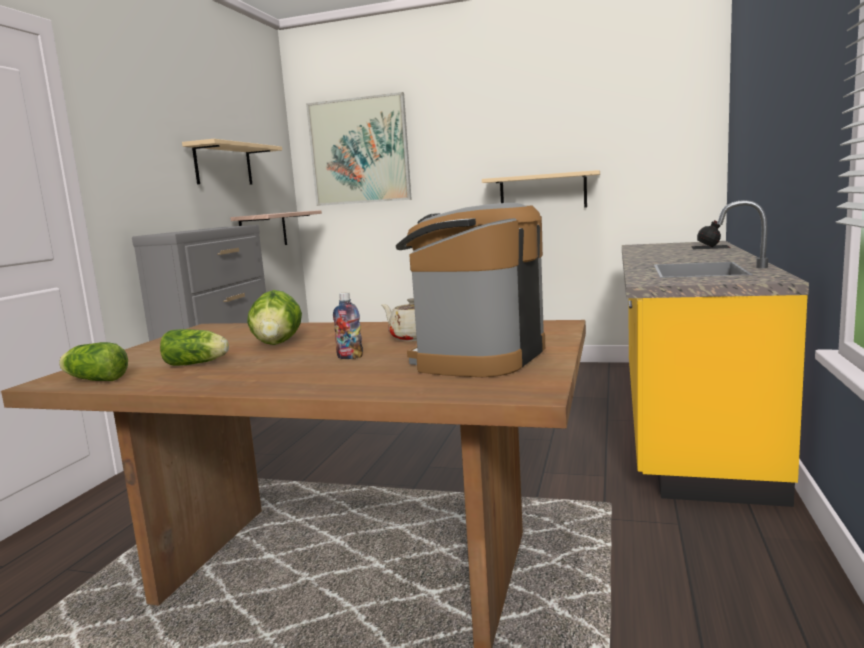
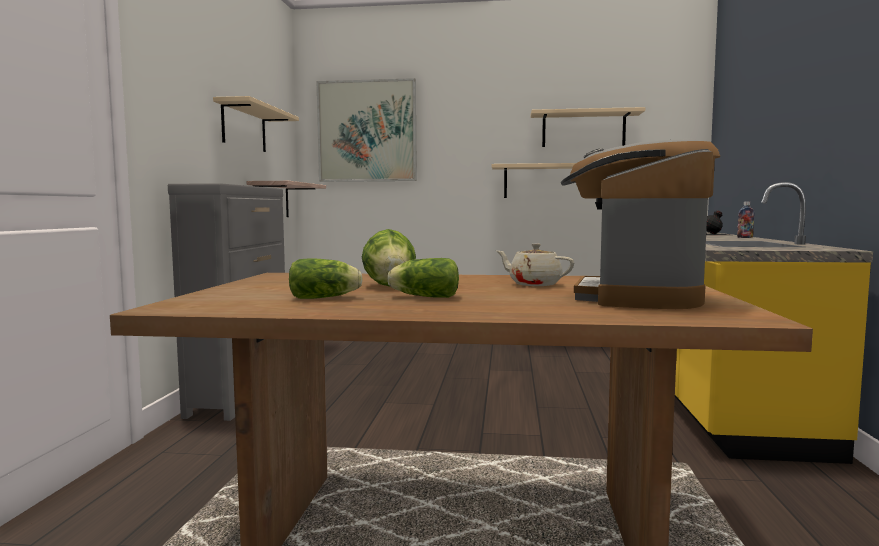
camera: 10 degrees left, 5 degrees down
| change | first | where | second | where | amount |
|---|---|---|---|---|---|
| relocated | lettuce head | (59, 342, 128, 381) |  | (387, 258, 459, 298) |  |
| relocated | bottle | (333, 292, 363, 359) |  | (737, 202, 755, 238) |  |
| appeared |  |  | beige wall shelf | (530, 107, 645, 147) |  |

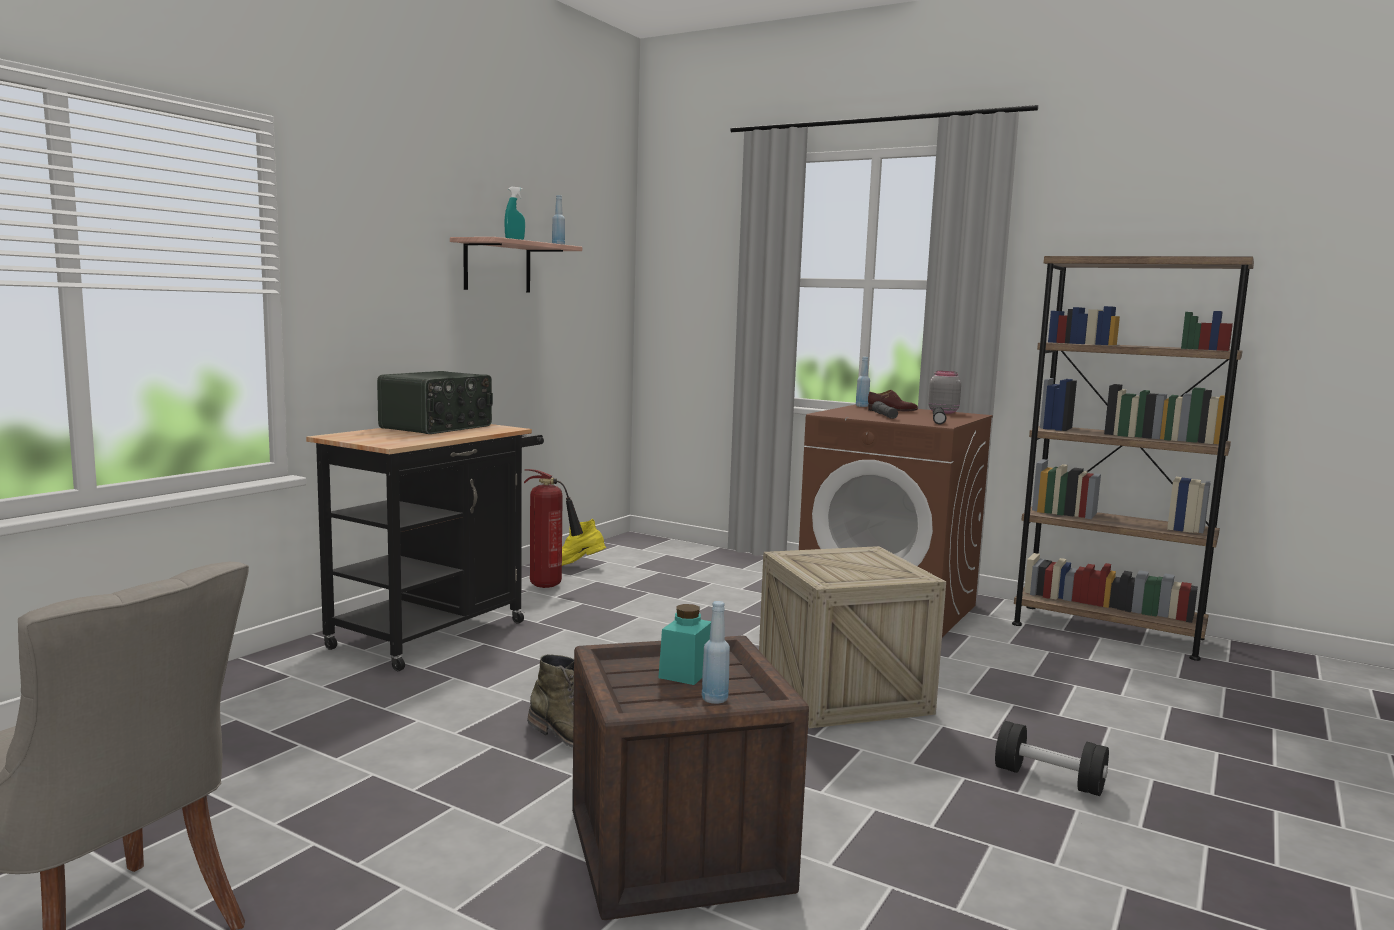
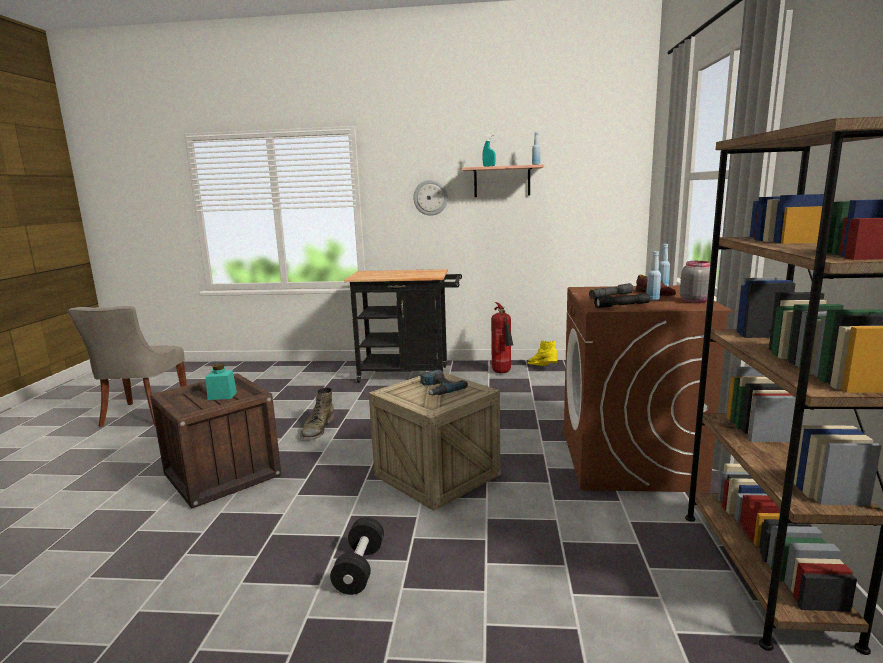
camera: 65 degrees right, 5 degrees up
| change | first | where | second | where | amount |
|---|---|---|---|---|---|
| missing | radio set | (377, 371, 493, 434) |  |  |  |
| relocated | bluish bottle | (702, 601, 730, 704) |  | (646, 251, 661, 301) |  |
| appeared |  |  | hanging clock | (413, 180, 448, 216) |  |
| appeared |  |  | drill | (420, 369, 468, 395) |  |

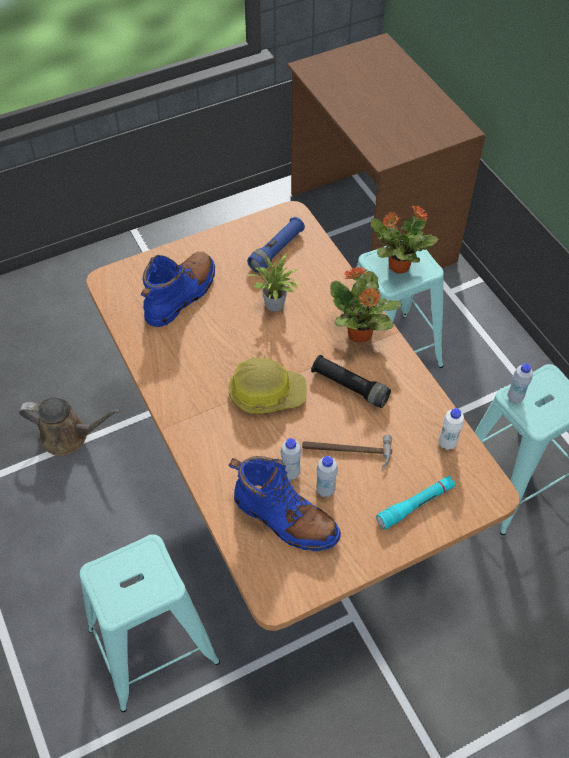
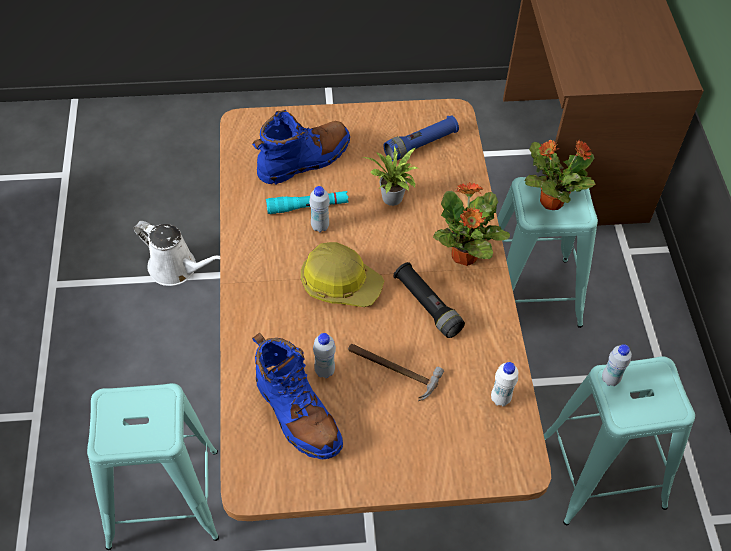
camera: 20 degrees right, 0 degrees up
| change | first | where | second | where | amount |
|---|---|---|---|---|---|
| colour | brown sprinkling can | (19, 397, 121, 456) | white sprinkling can | (134, 221, 220, 286) |  |
| relocated | white bottle | (316, 456, 338, 497) |  | (309, 186, 330, 232) |  |
| relocated | turquoise hand torch | (376, 476, 455, 530) |  | (266, 191, 349, 214) |  |

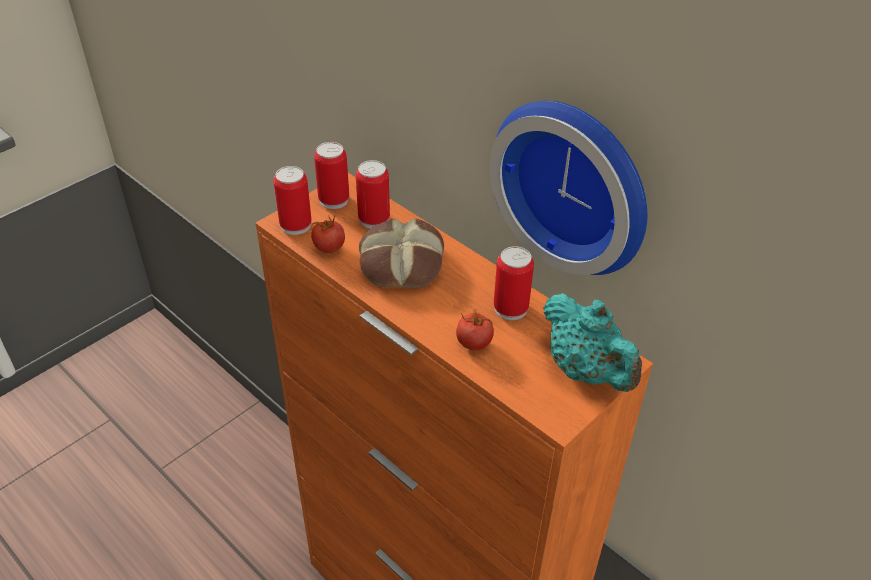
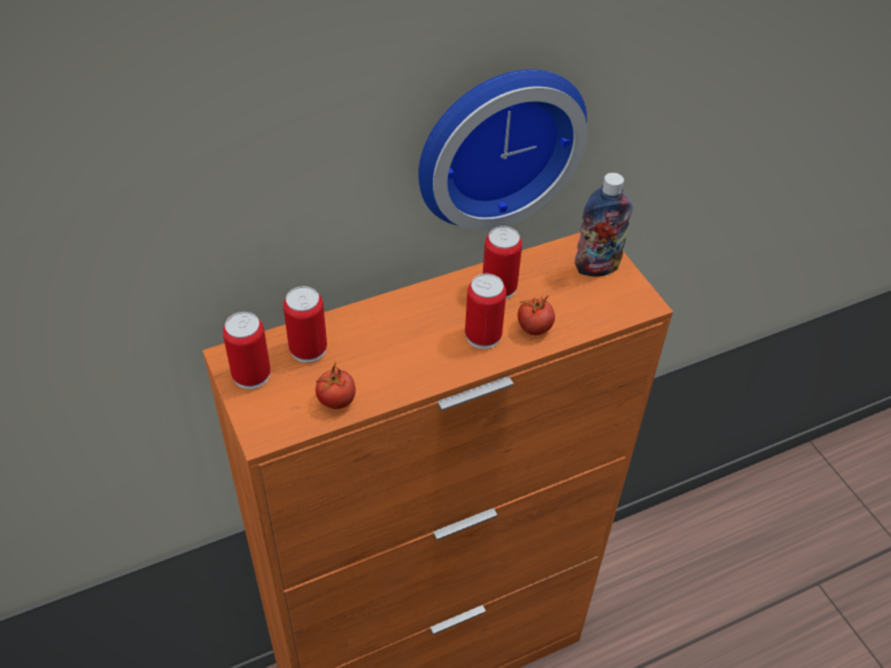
camera: 70 degrees left, 5 degrees up
| change | first | where | second | where | amount |
|---|---|---|---|---|---|
| relocated | sealed can | (273, 166, 312, 235) |  | (465, 274, 506, 349) |  |
| missing | bread | (359, 219, 444, 289) |  |  |  |
| exchanged | turquoise teapot | (543, 293, 642, 392) | bottle | (575, 173, 633, 277) |  |

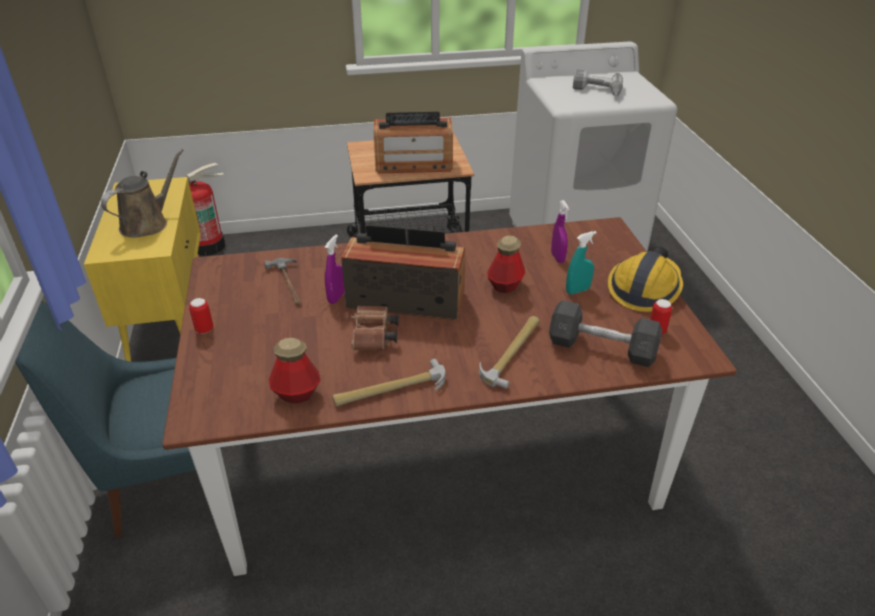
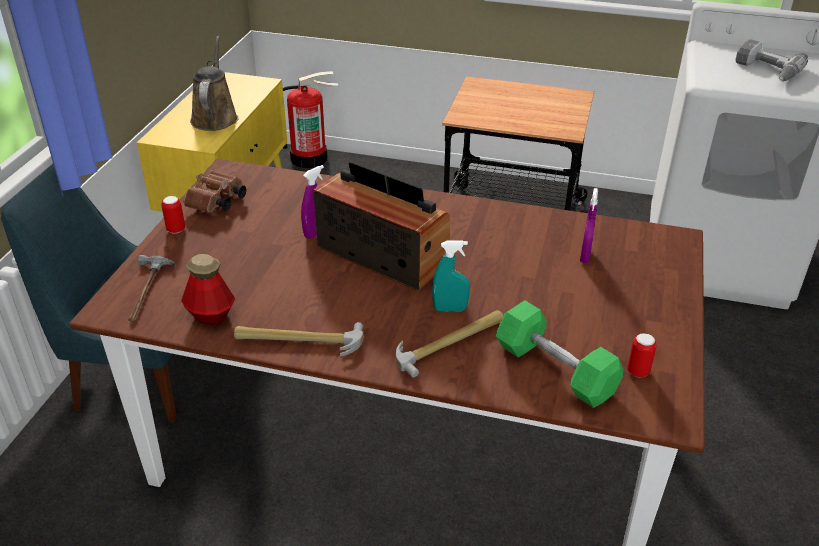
camera: 25 degrees right, 0 degrees up
| change | first | where | second | where | amount |
|---|---|---|---|---|---|
| spun | brown sprinkling can | (101, 149, 184, 238) |  | (190, 36, 238, 131) | 60 degrees counterclockwise |
| relocated | tool hammer | (264, 258, 301, 305) |  | (128, 255, 175, 322) |  |
| relocated | brown field glasses | (351, 305, 399, 350) |  | (183, 170, 246, 213) |  |
| missing | radio set | (374, 111, 453, 174) |  |  |  |
| missing | bottle | (487, 235, 525, 293) |  |  |  |
| colour | greyish dumbbell | (549, 300, 663, 367) | greenish dumbbell | (496, 300, 623, 408) |  |
| relocated | turquoise spray bottle | (566, 231, 597, 294) |  | (432, 240, 470, 311) |  |
| missing | work helmet | (608, 246, 683, 312) |  |  |  |

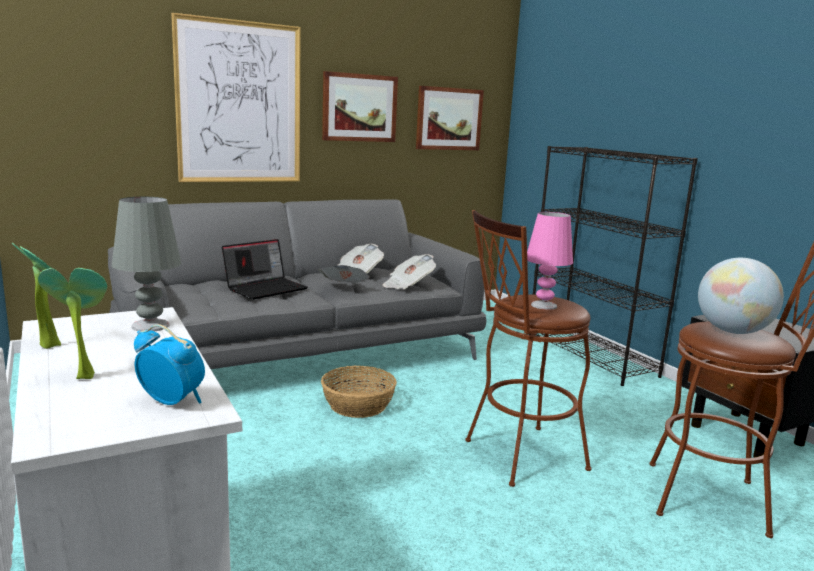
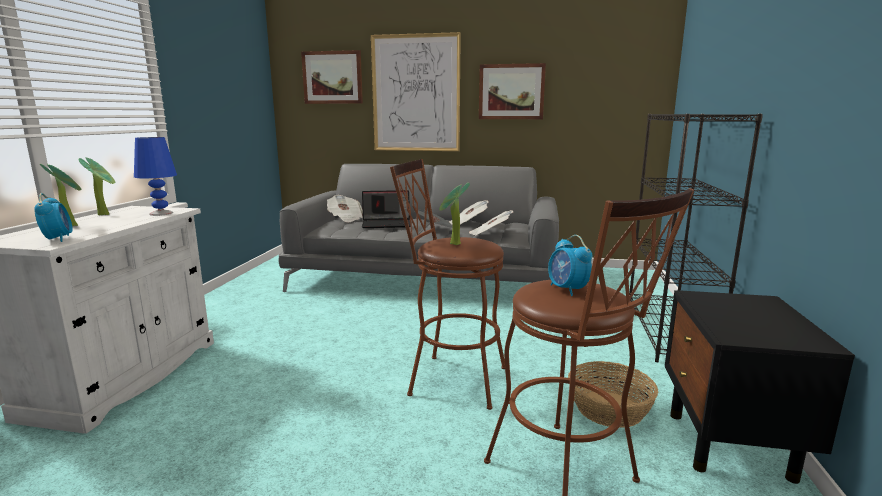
camera: 40 degrees right, 0 degrees up
| change | first | where | second | where | amount |
|---|---|---|---|---|---|
| colour | greyish table lamp | (112, 197, 181, 331) | bluish table lamp | (134, 137, 177, 216) |  |
| relocated | storage basket | (321, 366, 397, 418) |  | (568, 361, 658, 428) |  |
| relocated | picture | (416, 86, 484, 150) |  | (301, 50, 363, 104) |  |
| exchanged | pink-coloured table lamp | (527, 212, 573, 310) | houseplant | (439, 183, 470, 245) |  |
| exchanged | world globe | (698, 258, 784, 334) | table clock | (548, 235, 592, 296) |  |
| appeared |  |  | daily paper | (327, 195, 363, 222) |  |

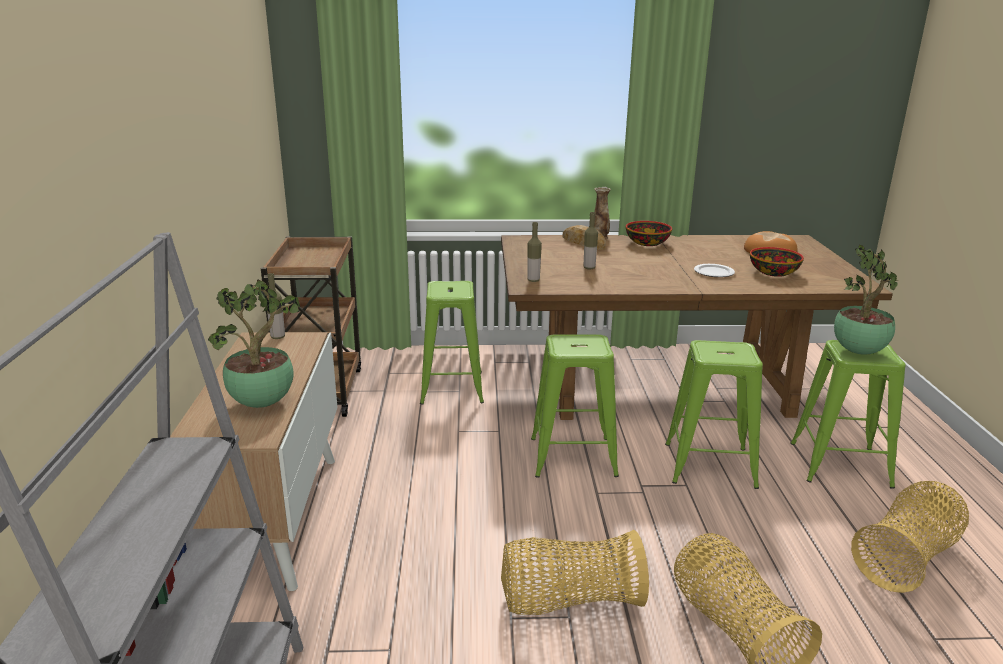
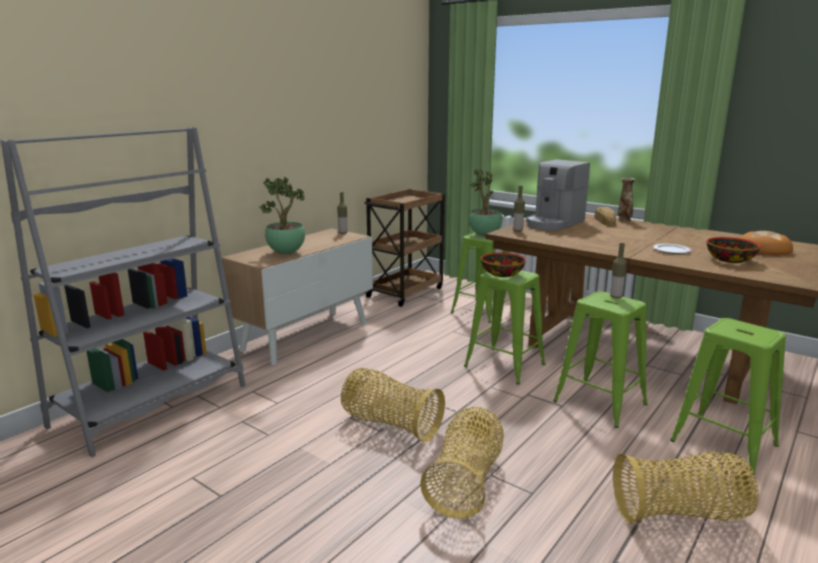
camera: 40 degrees right, 5 degrees down
| change | first | where | second | where | amount |
|---|---|---|---|---|---|
| relocated | bottle | (584, 212, 598, 269) |  | (610, 243, 627, 298) |  |
| relocated | bowl | (626, 221, 672, 246) |  | (481, 253, 526, 277) |  |
| relocated | houseplant | (834, 245, 898, 355) |  | (469, 169, 502, 236) |  |
| appeared |  |  | coffee maker | (526, 159, 590, 230) |  |

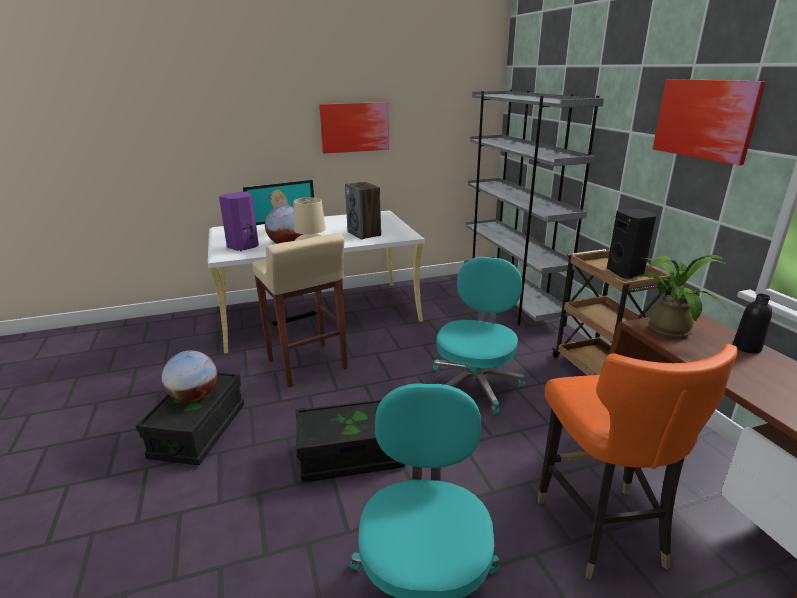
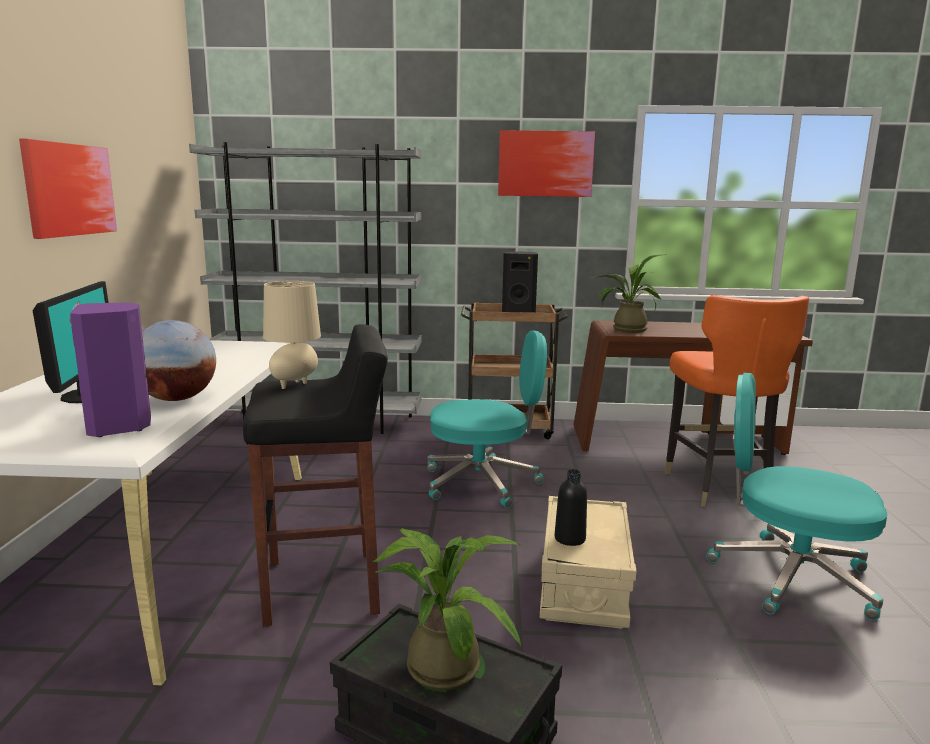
camera: 70 degrees left, 10 degrees down
| change | first | where | second | where | amount |
|---|---|---|---|---|---|
| exchanged | world globe | (162, 350, 217, 402) | houseplant | (372, 528, 521, 690) |  |
| colour | beige stool seat | (252, 233, 348, 387) | blackish stool seat | (243, 324, 388, 627) |  |
| colour | blackish storage bin | (296, 399, 405, 482) | beige storage bin | (540, 496, 637, 629) |  |
| missing | audio speaker | (345, 182, 381, 240) |  |  |  |
| spun | turquoise computer chair | (433, 257, 525, 414) |  | (427, 330, 547, 508) | 135 degrees clockwise |
| spun | orange chair | (537, 344, 738, 579) |  | (665, 295, 809, 507) | 75 degrees clockwise |
| relocated | blackish bottle | (733, 294, 772, 354) |  | (555, 469, 587, 546) |  |

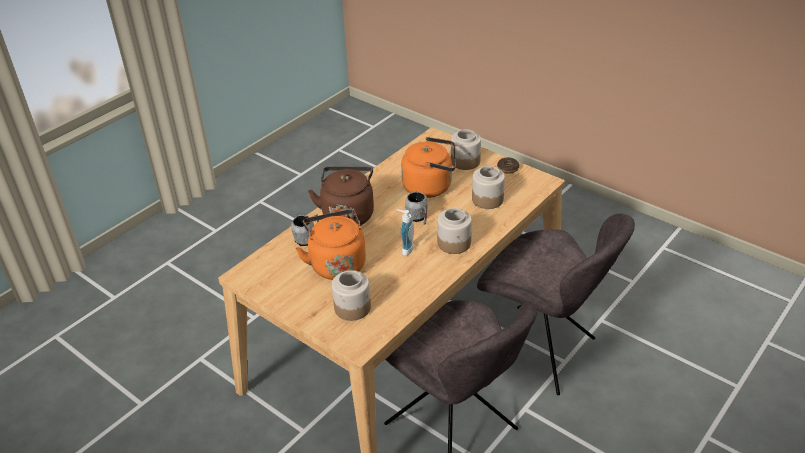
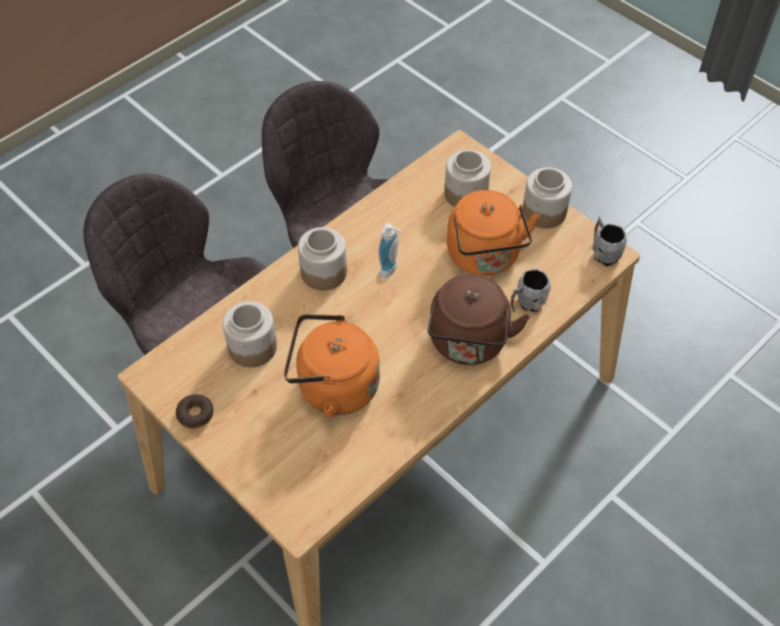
camera: 175 degrees left, 15 degrees up
| change | first | where | second | where | amount |
|---|---|---|---|---|---|
| relocated | greyish coffee mug | (405, 192, 428, 225) |  | (592, 216, 627, 266) |  |
| relocated | storage jar | (451, 129, 481, 170) |  | (523, 167, 572, 228) |  |

